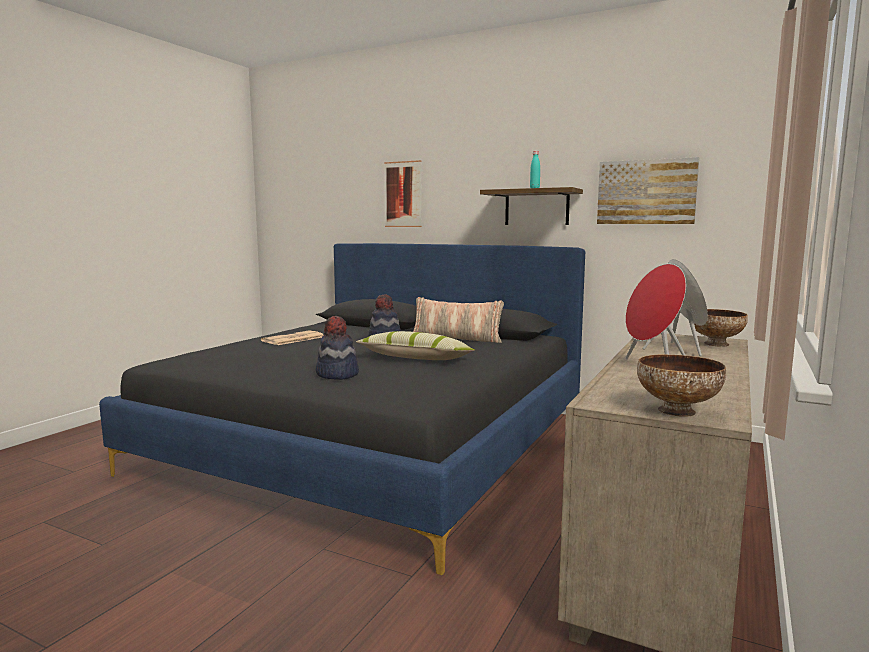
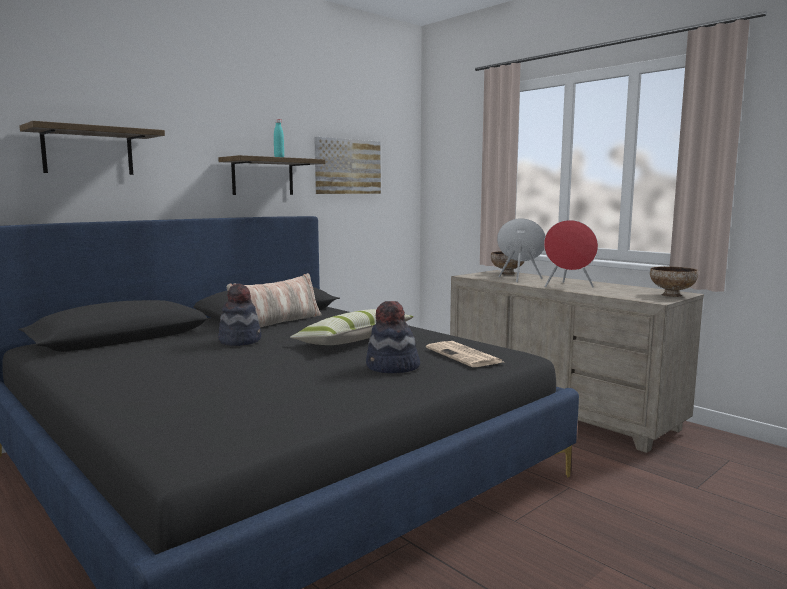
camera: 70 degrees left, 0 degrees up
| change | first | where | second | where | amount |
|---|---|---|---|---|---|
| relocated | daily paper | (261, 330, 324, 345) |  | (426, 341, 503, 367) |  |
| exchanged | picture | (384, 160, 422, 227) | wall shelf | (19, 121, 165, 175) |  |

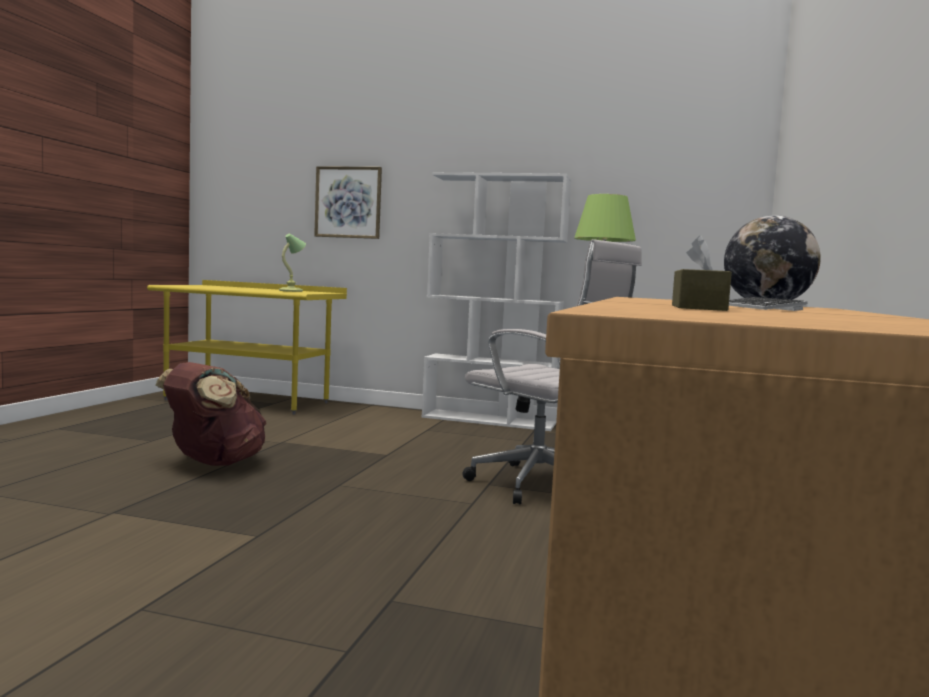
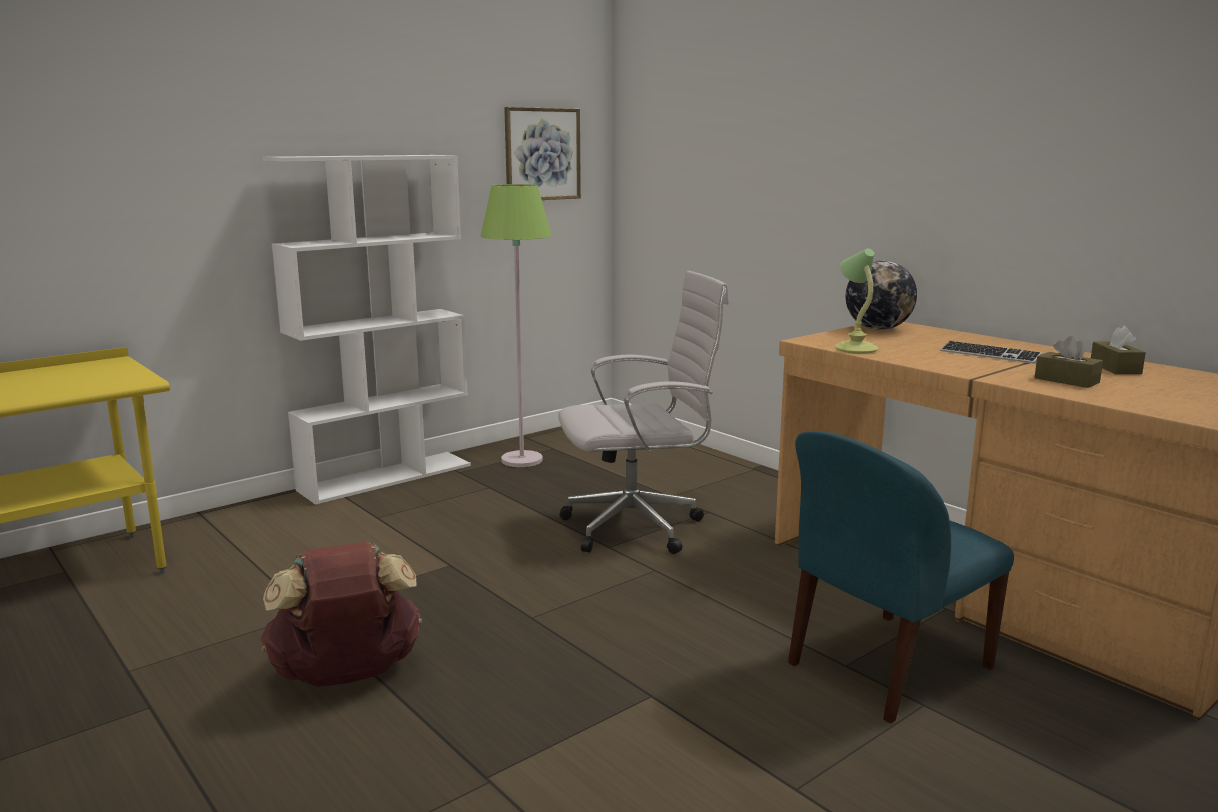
camera: 55 degrees left, 10 degrees up
| change | first | where | second | where | amount |
|---|---|---|---|---|---|
| relocated | table lamp | (279, 234, 306, 292) |  | (835, 249, 879, 354) |  |
| relocated | picture | (314, 166, 382, 239) |  | (504, 107, 581, 200) |  |
| appeared |  |  | bluish chair | (788, 431, 1014, 724) |  |
| appeared |  |  | brown tissue holder | (1091, 326, 1146, 374) |  |

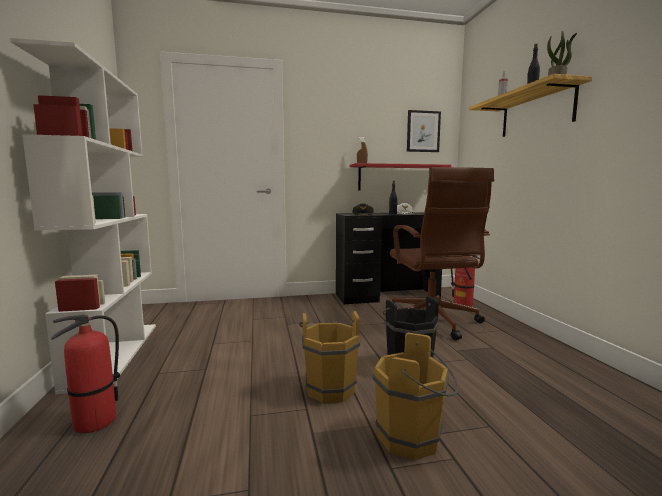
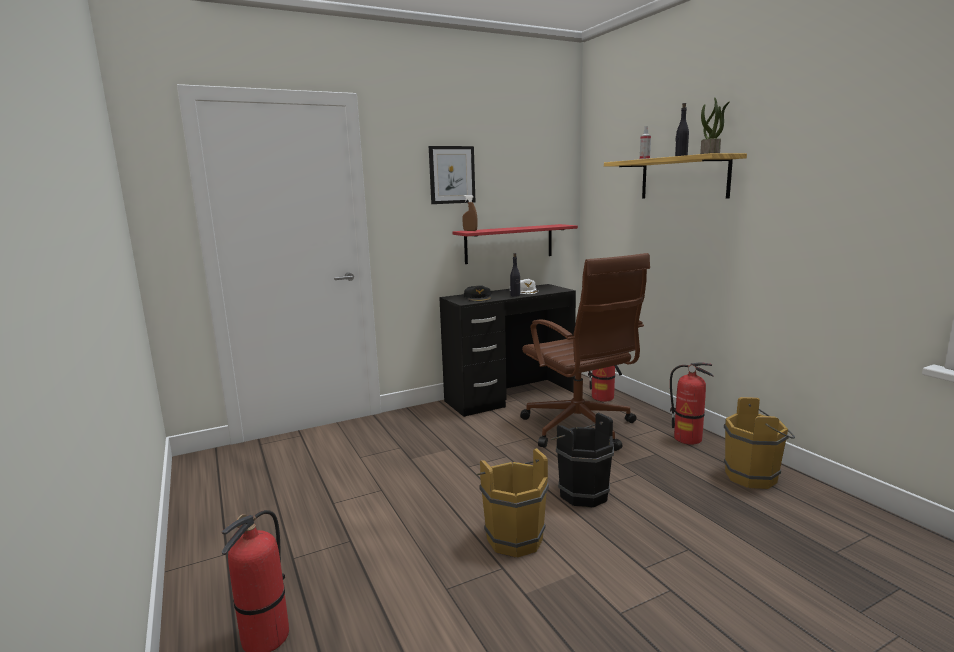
camera: 15 degrees left, 5 degrees up
| change | first | where | second | where | amount |
|---|---|---|---|---|---|
| missing | white bookshelf | (10, 38, 156, 395) |  |  |  |
| relocated | brown pail | (373, 332, 459, 460) |  | (724, 397, 795, 489) |  |
| relocated | picture | (407, 110, 441, 152) |  | (429, 146, 475, 204) |  |
| appeared |  |  | fire extinguisher | (670, 362, 714, 445) |  |

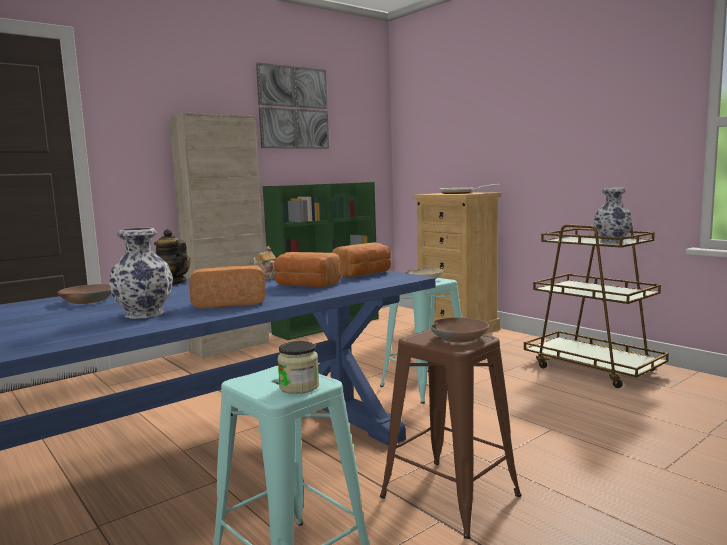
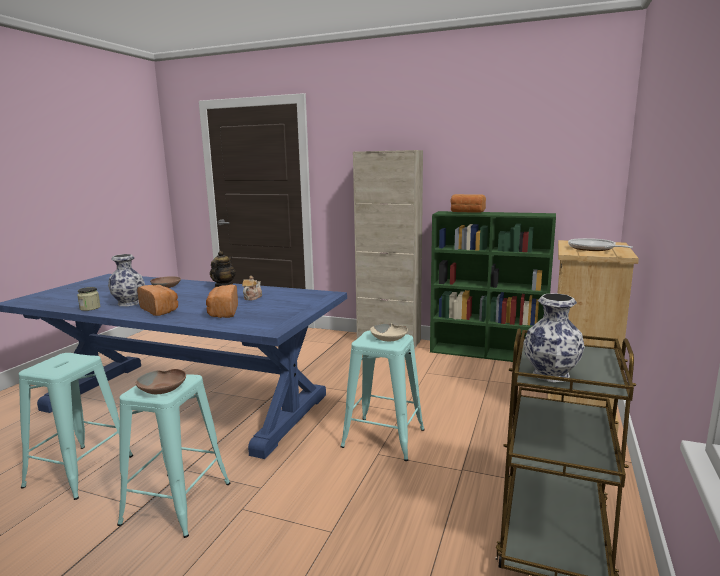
camera: 60 degrees right, 5 degrees up
| change | first | where | second | where | amount |
|---|---|---|---|---|---|
| missing | picture | (256, 62, 329, 149) |  |  |  |
| relocated | storage jar | (277, 341, 319, 394) |  | (77, 287, 100, 311) |  |
| relocated | bread | (332, 243, 391, 277) |  | (451, 194, 486, 213) |  |
| colour | brown stool seat | (380, 328, 521, 539) | turquoise stool seat | (117, 374, 230, 538) |  |

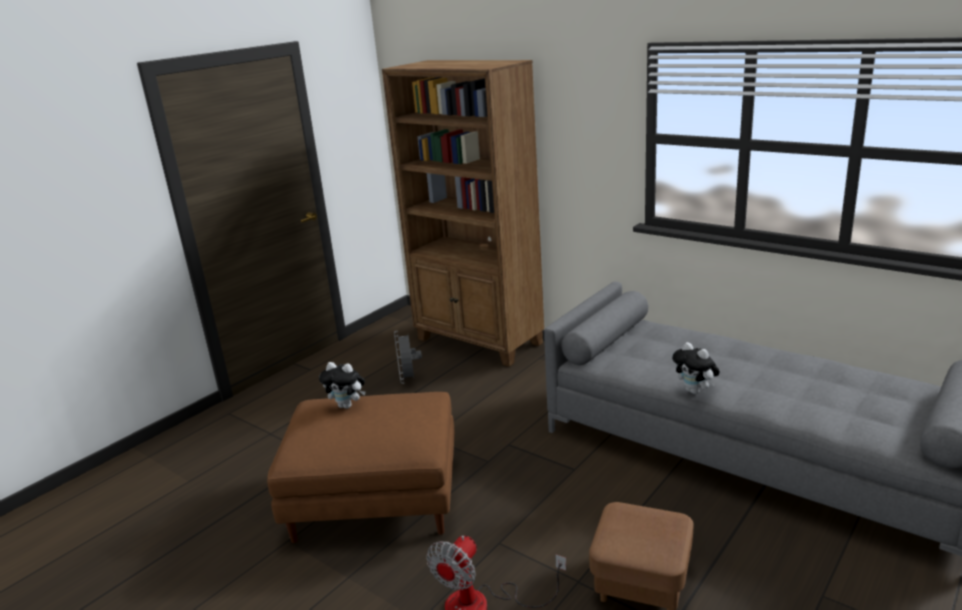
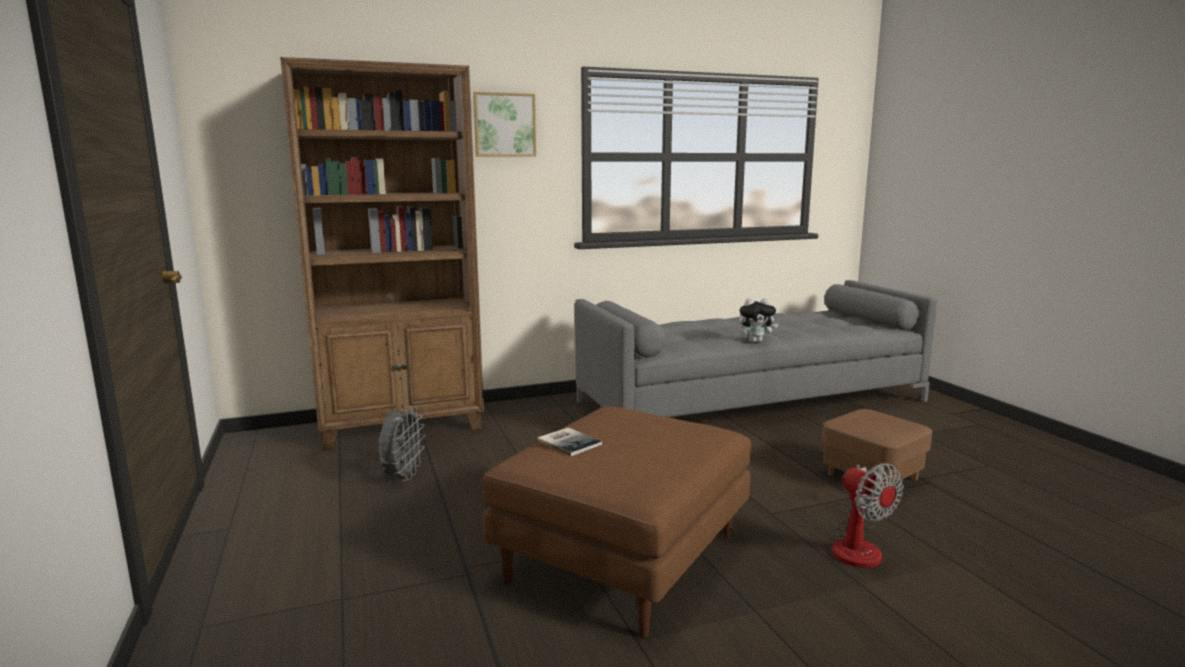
camera: 60 degrees left, 10 degrees down
| change | first | where | second | where | amount |
|---|---|---|---|---|---|
| exchanged | plush toy | (319, 362, 366, 409) | bound book | (537, 428, 602, 456) |  |
| spun | greyish electric fan | (394, 331, 422, 384) |  | (378, 406, 425, 481) | 105 degrees counterclockwise |
| appeared |  |  | picture | (473, 92, 536, 157) |  |

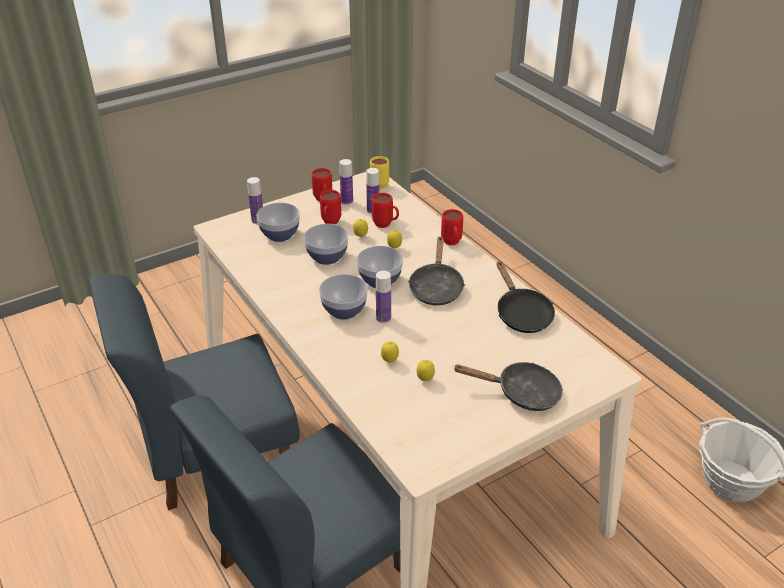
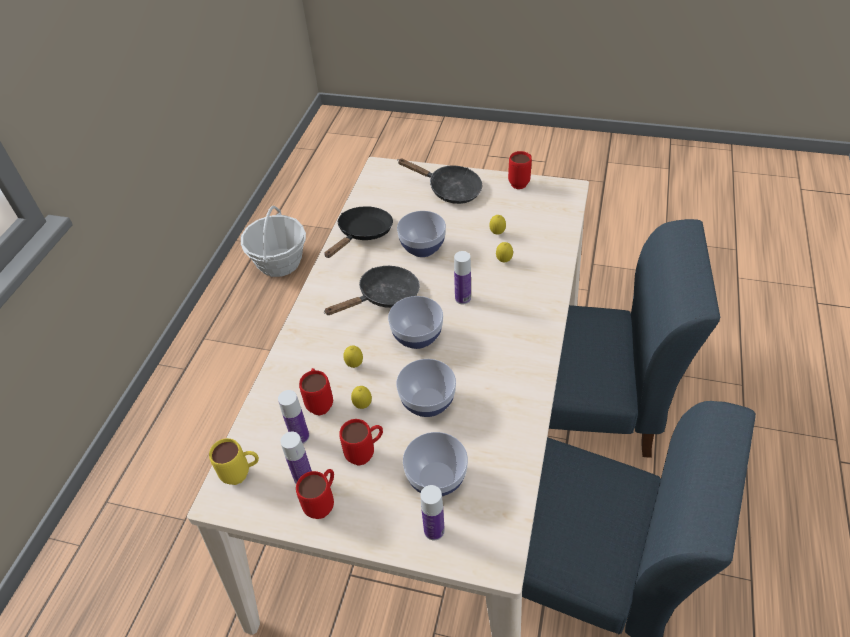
camera: 130 degrees left, 10 degrees up
| change | first | where | second | where | amount |
|---|---|---|---|---|---|
| relocated | bowl | (319, 274, 368, 320) |  | (397, 211, 446, 257) |  |
| relocated | red-coloured coffee mug | (441, 209, 463, 245) |  | (508, 151, 532, 189) |  |
| spun | blackish skillet | (453, 362, 563, 411) |  | (397, 158, 482, 204) | 150 degrees clockwise |

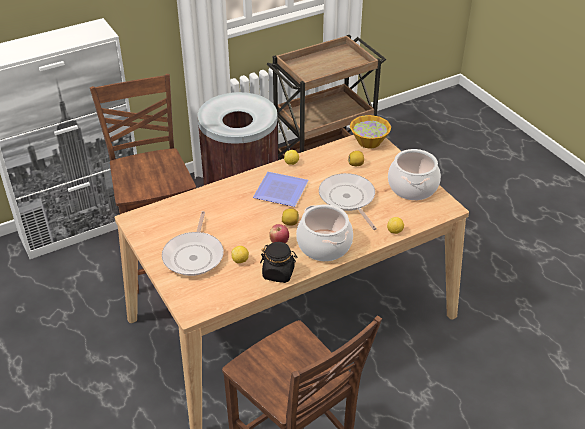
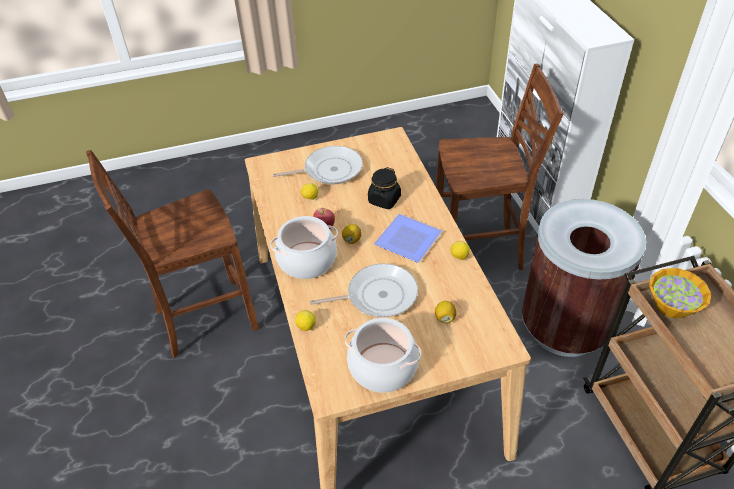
camera: 105 degrees right, 5 degrees up
| change | first | where | second | where | amount |
|---|---|---|---|---|---|
| spun | skillet | (162, 211, 224, 276) |  | (273, 146, 363, 185) | 150 degrees clockwise |
| relocated | blackish storage jar | (260, 242, 297, 283) |  | (368, 167, 401, 209) |  |
| relocated | bowl | (350, 115, 391, 148) |  | (649, 268, 711, 318) |  |

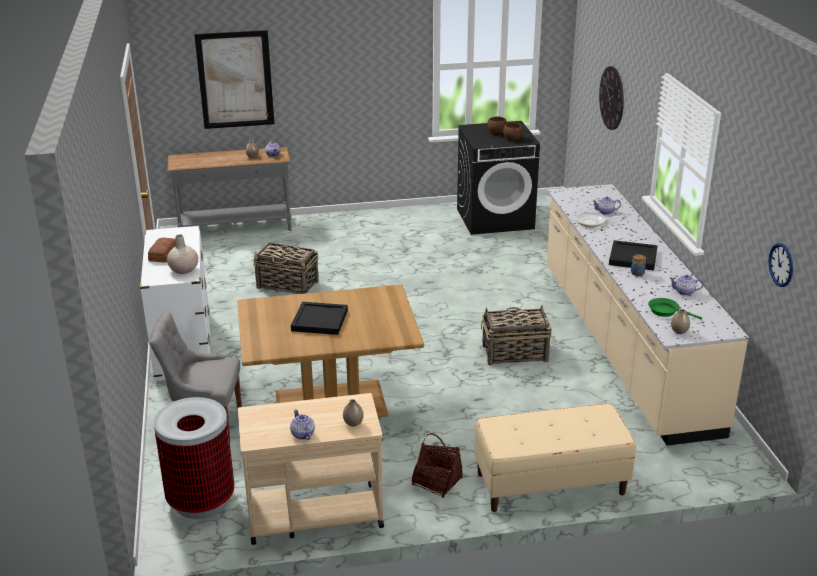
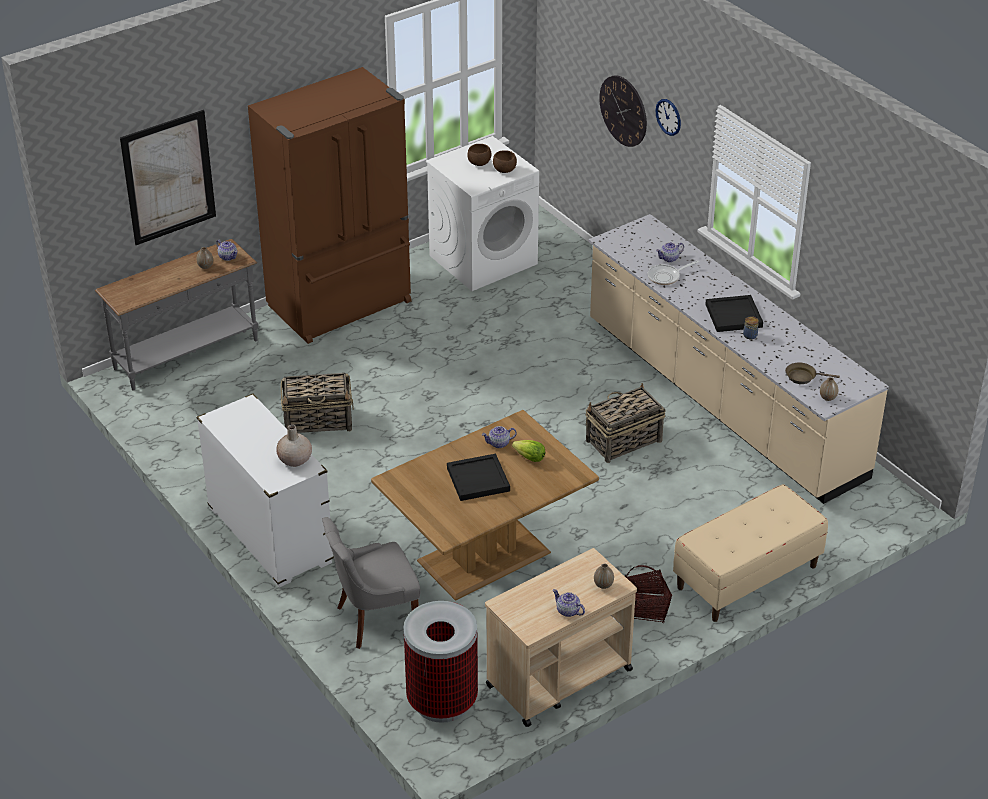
camera: 25 degrees left, 10 degrees up
| change | first | where | second | where | amount |
|---|---|---|---|---|---|
| missing | bread | (148, 238, 176, 263) |  |  |  |
| colour | blackish laundry machine | (457, 121, 540, 235) | white laundry machine | (426, 136, 539, 291) |  |
| colour | greenish skillet | (648, 298, 702, 320) | brown skillet | (785, 362, 840, 384) |  |
| relocated | teapot | (669, 275, 703, 296) |  | (482, 426, 517, 448) |  |
| relocated | hanging clock | (769, 243, 793, 287) |  | (656, 99, 681, 136) |  |
| appeared |  |  | brown kitchen fridge | (248, 67, 412, 344) |  |
| appeared |  |  | lettuce head | (512, 440, 545, 462) |  |

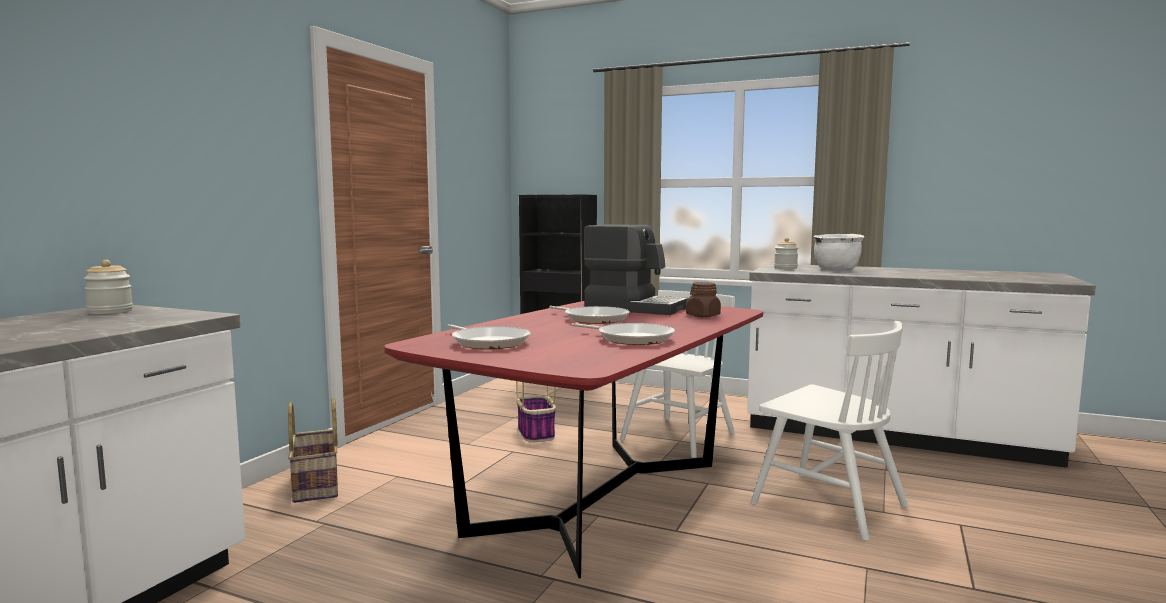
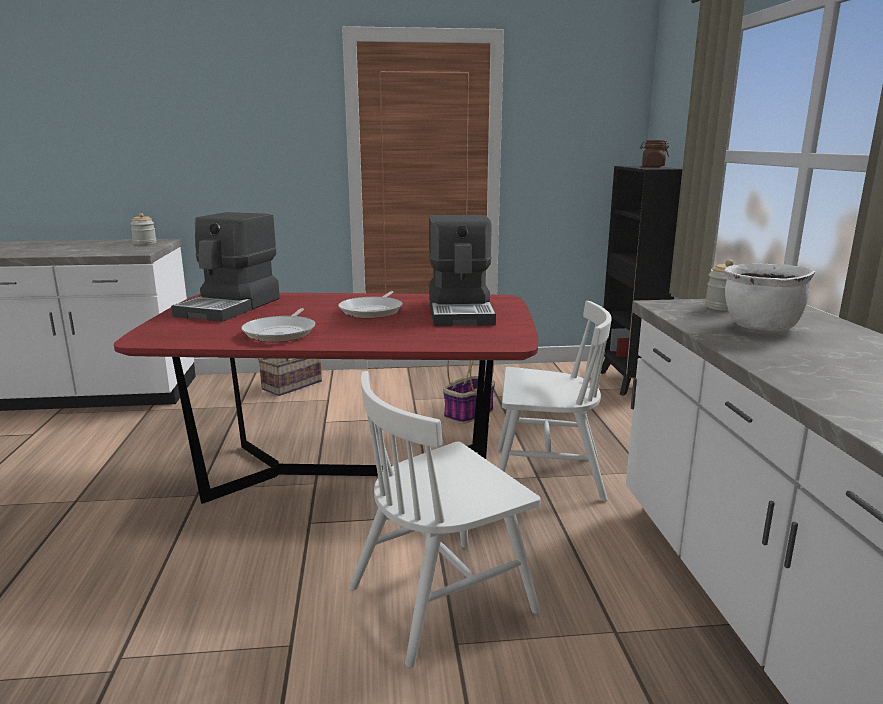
camera: 60 degrees right, 10 degrees up
| change | first | where | second | where | amount |
|---|---|---|---|---|---|
| exchanged | skillet | (447, 324, 531, 349) | coffee maker | (171, 212, 280, 322) |  |
| relocated | brown storage jar | (686, 282, 721, 317) |  | (640, 140, 669, 167) |  |
| spun | white chair | (751, 321, 908, 541) |  | (349, 371, 541, 668) | 45 degrees clockwise |

